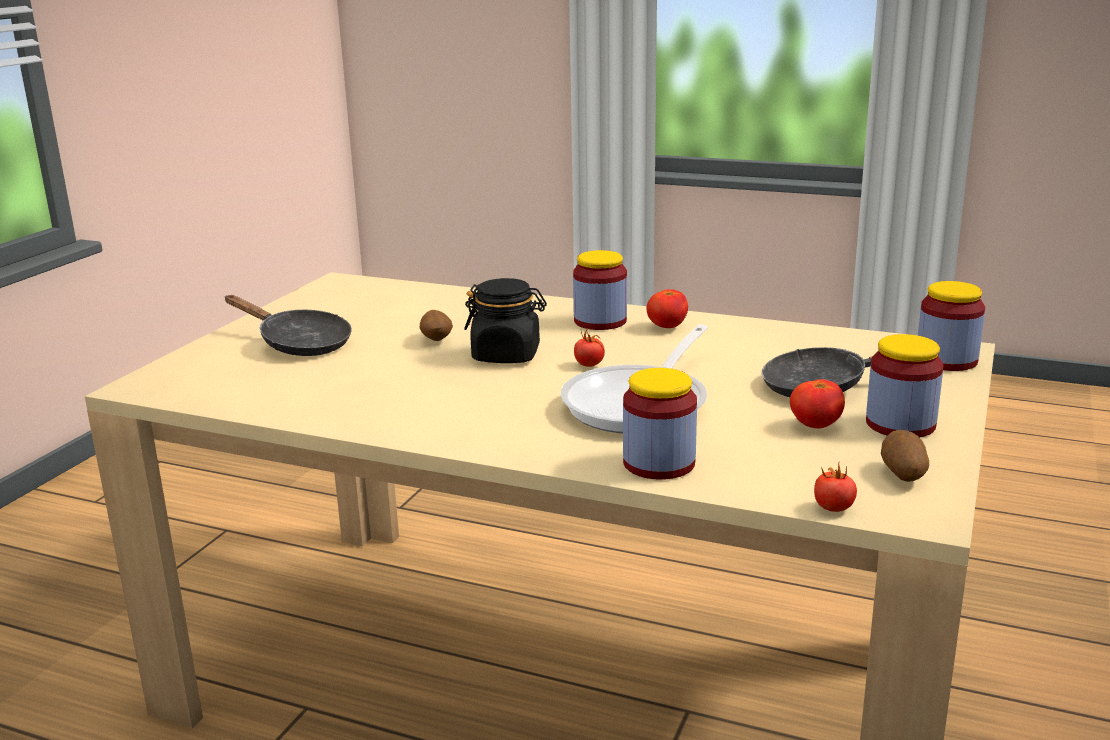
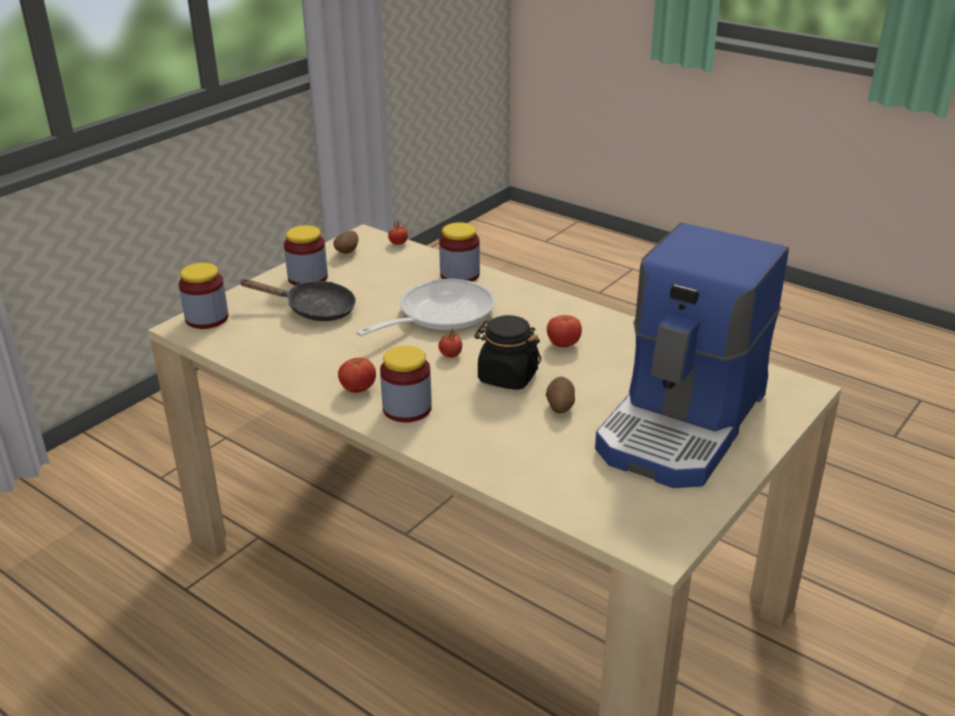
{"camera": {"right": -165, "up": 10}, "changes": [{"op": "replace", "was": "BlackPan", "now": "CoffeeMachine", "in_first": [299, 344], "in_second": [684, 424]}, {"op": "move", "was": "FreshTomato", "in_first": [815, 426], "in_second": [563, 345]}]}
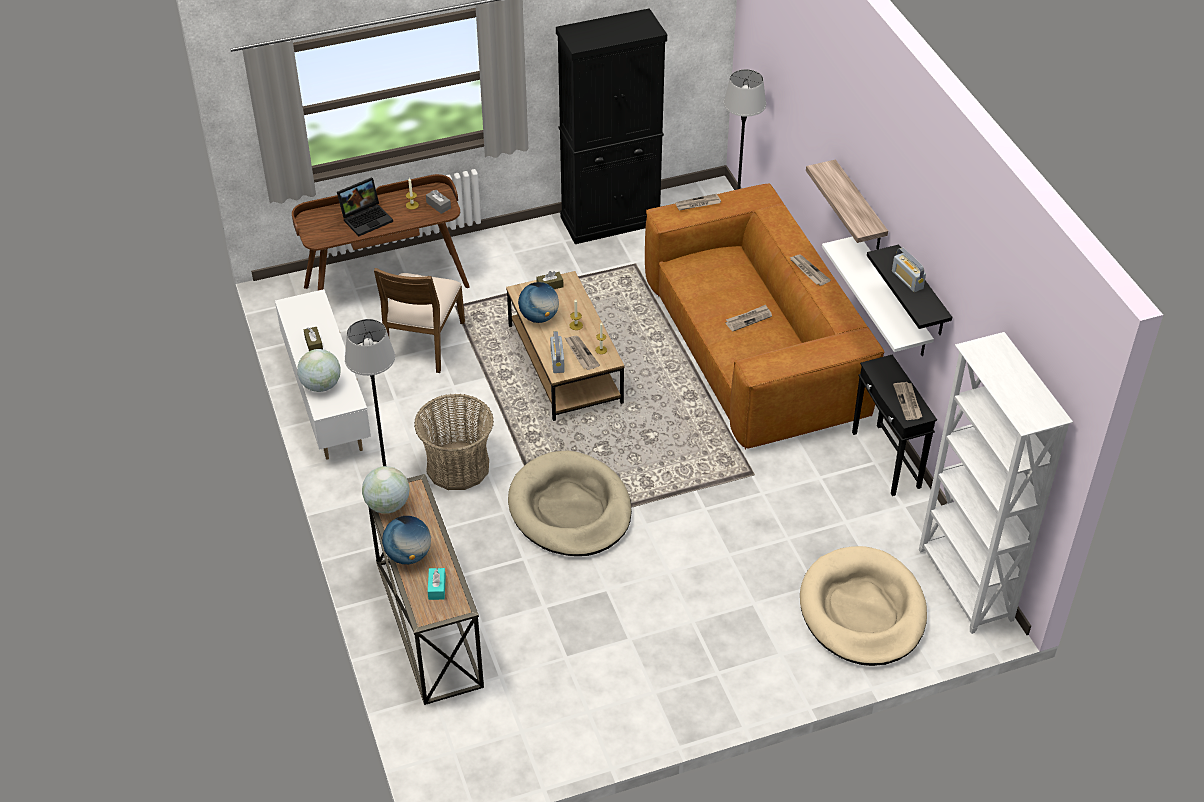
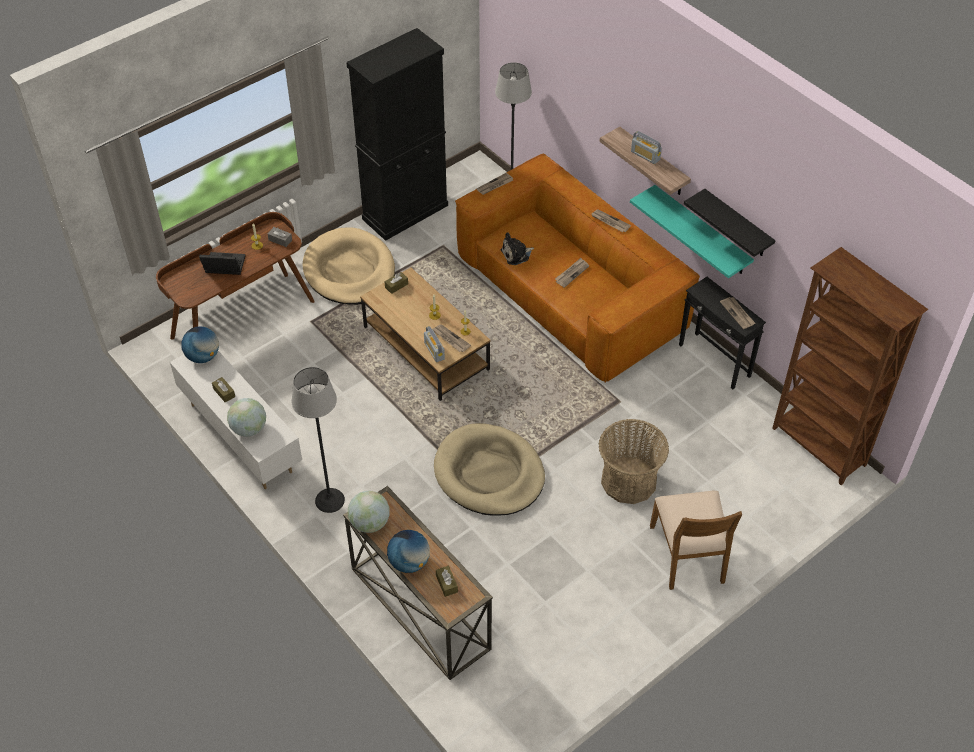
{"camera": {"right": -20, "up": 5}, "changes": [{"op": "rotate", "was": "PortableComputer", "in_first": [367, 218], "in_second": [223, 267], "clockwise": -120}, {"op": "recolor", "was": "WhiteShelf", "now": "TurquoiseShelf", "in_first": [893, 298], "in_second": [701, 231]}, {"op": "move", "was": "RadioSet", "in_first": [907, 280], "in_second": [645, 155]}, {"op": "move", "was": "BrownColouredPlainChair", "in_first": [423, 343], "in_second": [688, 554]}, {"op": "move", "was": "WorldGlobe", "in_first": [539, 317], "in_second": [203, 356]}, {"op": "recolor", "was": "WhiteBookshelf", "now": "BrownColouredBookshelf", "in_first": [964, 586], "in_second": [818, 447]}, {"op": "move", "was": "Basket", "in_first": [458, 467], "in_second": [628, 481]}, {"op": "move", "was": "SandColouredPetBed", "in_first": [862, 610], "in_second": [349, 270]}, {"op": "recolor", "was": "TurquoiseTissueHolder", "now": "BrownColouredTissueHolder", "in_first": [437, 588], "in_second": [446, 584]}, {"op": "insert", "now": "SoftToy", "in_second": [516, 254]}]}
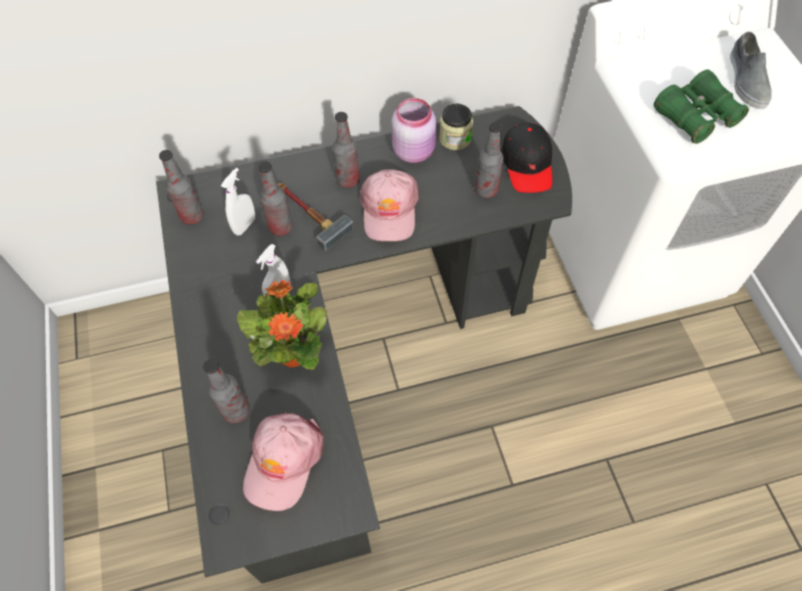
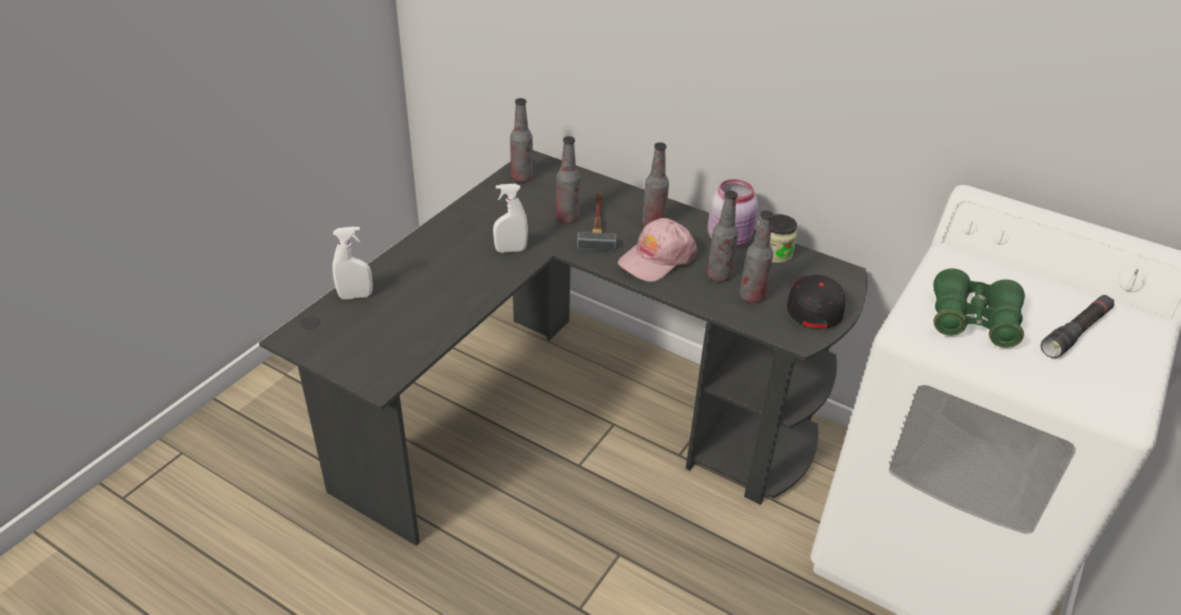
{"camera": {"right": 45, "up": -20}, "changes": [{"op": "replace", "was": "GreyishItemOfFootwear", "now": "BlackFlashlight", "in_first": [746, 80], "in_second": [1075, 332]}, {"op": "rotate", "was": "BlackBaseballCap", "in_first": [527, 164], "in_second": [814, 305], "clockwise": 150}, {"op": "move", "was": "WhiteSprayer", "in_first": [245, 225], "in_second": [355, 296]}, {"op": "delete", "was": "PlantInAPot", "in_first": [293, 352]}, {"op": "move", "was": "DrinkBottle", "in_first": [236, 411], "in_second": [719, 275]}, {"op": "delete", "was": "PinkColouredBaseballCap", "in_first": [283, 462]}]}
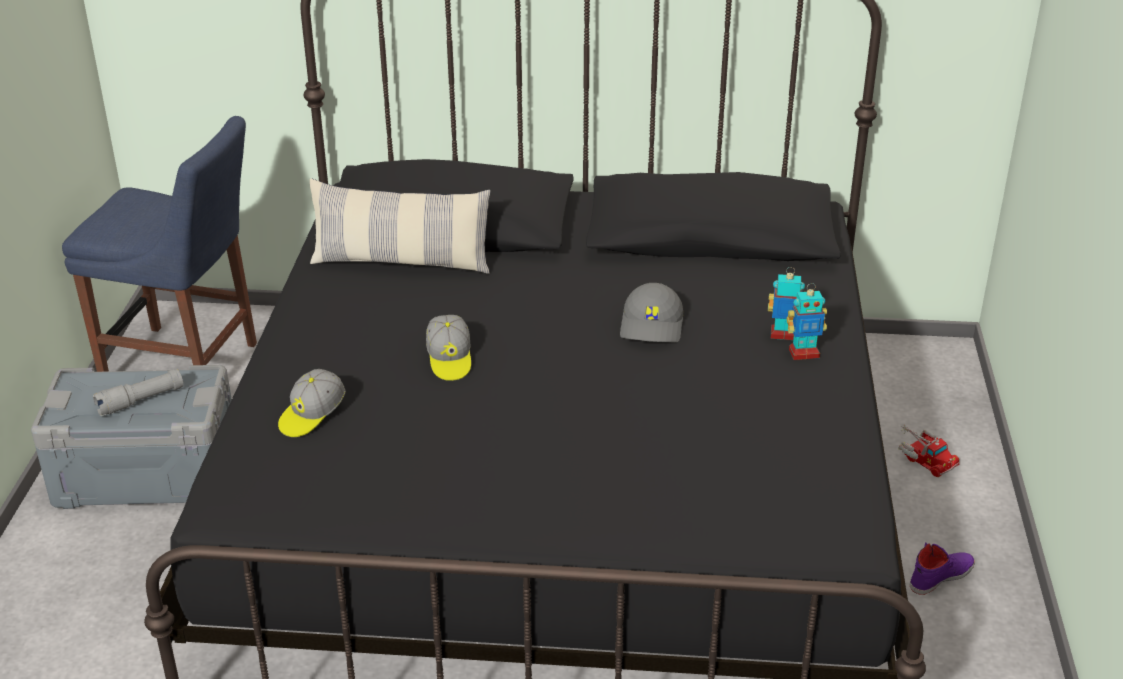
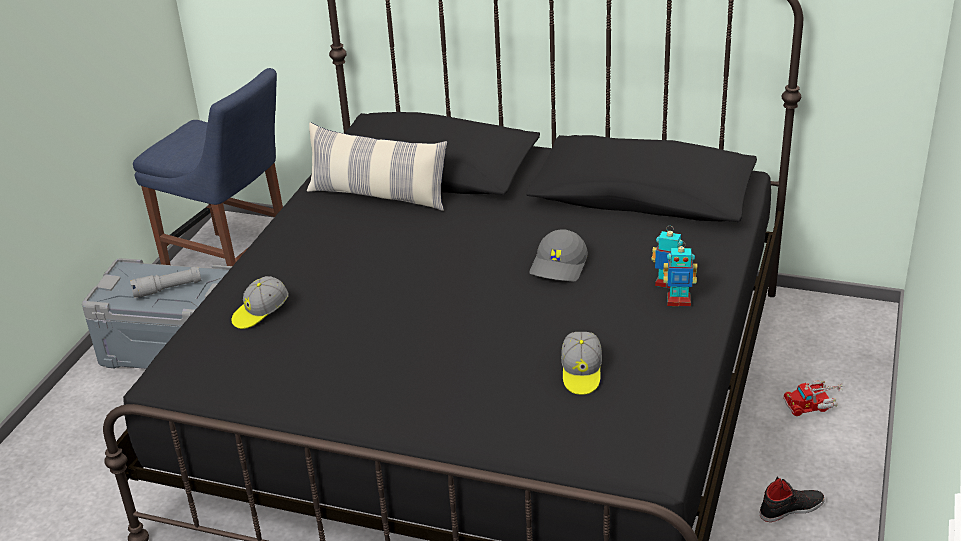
{"camera": {"right": 15, "up": 0}, "changes": [{"op": "move", "was": "BaseballCap", "in_first": [449, 359], "in_second": [581, 373]}, {"op": "rotate", "was": "ToyLorry", "in_first": [924, 457], "in_second": [814, 403], "clockwise": 105}, {"op": "recolor", "was": "PurpleItemOfFootwear", "now": "BlackItemOfFootwear", "in_first": [940, 576], "in_second": [791, 508]}]}
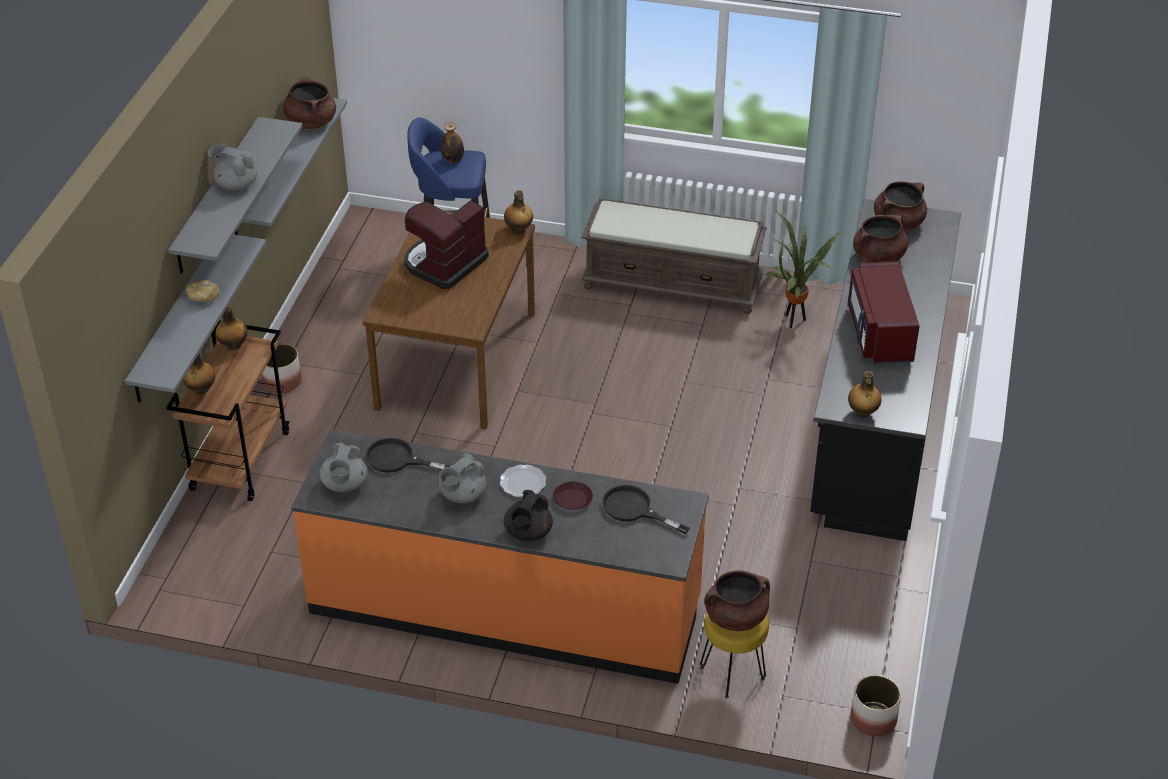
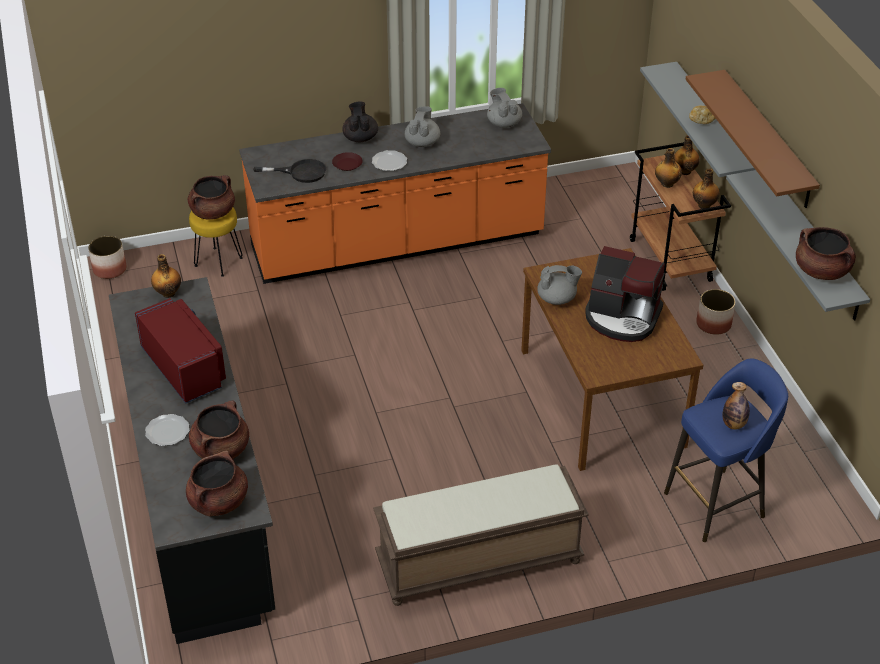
{"camera": {"right": 150, "up": 0}, "changes": [{"op": "recolor", "was": "GreyishShelf", "now": "BrownColouredShelf", "in_first": [217, 196], "in_second": [767, 139]}, {"op": "move", "was": "GreyishTeaPot", "in_first": [236, 184], "in_second": [557, 299]}, {"op": "move", "was": "DrinkBottle", "in_first": [518, 230], "in_second": [666, 184]}, {"op": "rotate", "was": "CoffeeMachine", "in_first": [444, 264], "in_second": [622, 318], "clockwise": 105}, {"op": "delete", "was": "PlantInAPot", "in_first": [793, 320]}, {"op": "delete", "was": "BlackPan", "in_first": [398, 459]}, {"op": "insert", "now": "FlatDish", "in_second": [168, 431]}]}
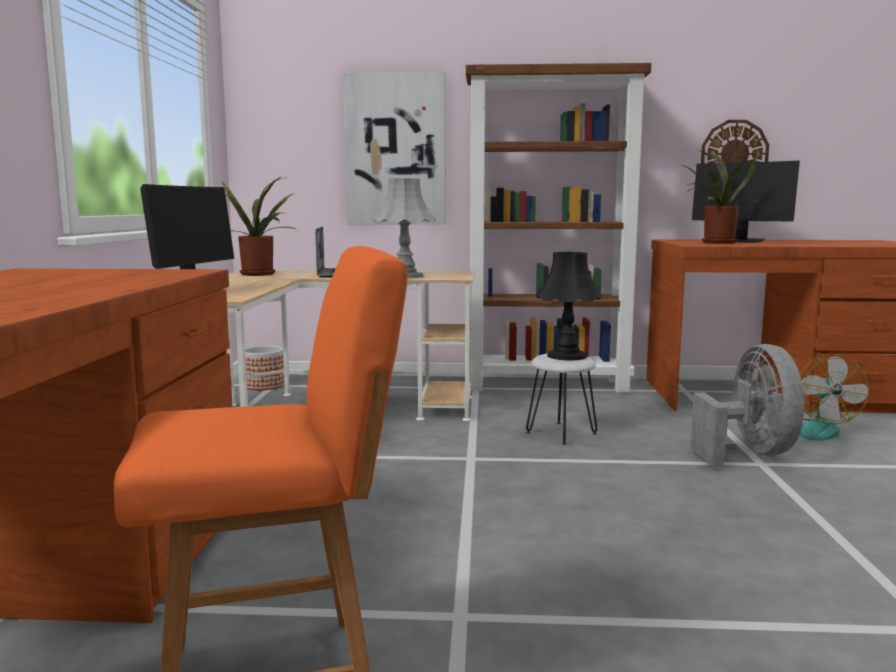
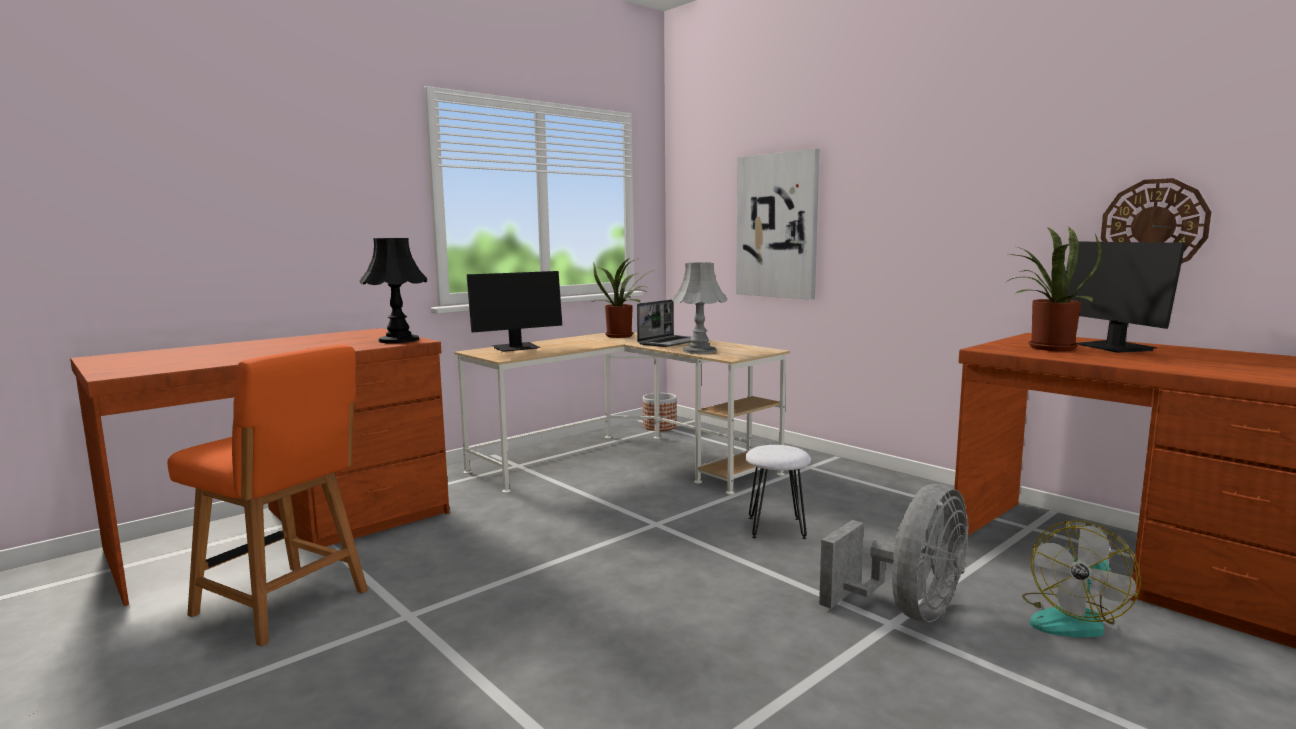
{"camera": {"right": 45, "up": 0}, "changes": [{"op": "delete", "was": "BrownColouredBookshelf", "in_first": [548, 385]}, {"op": "move", "was": "BlackTableLamp", "in_first": [567, 356], "in_second": [398, 340]}]}
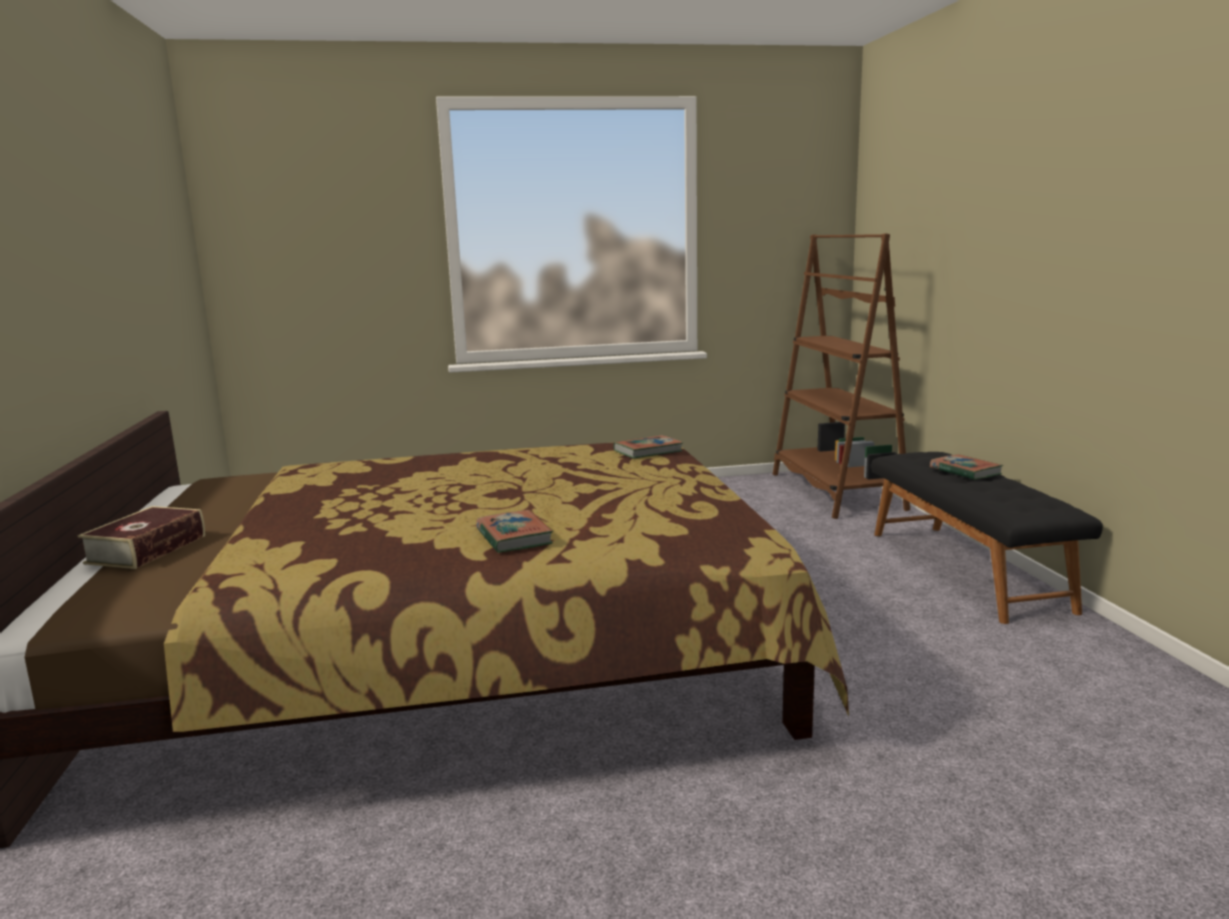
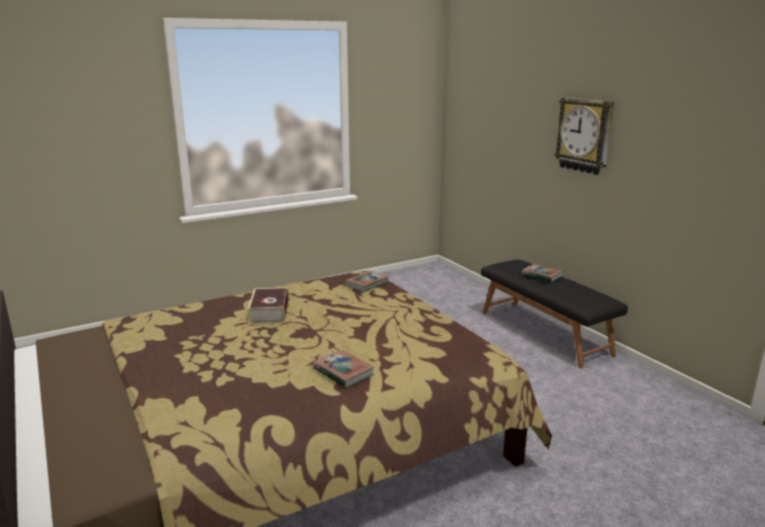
{"camera": {"right": -20, "up": 5}, "changes": [{"op": "delete", "was": "BrownColouredBookshelf", "in_first": [836, 491]}, {"op": "move", "was": "Book", "in_first": [147, 549], "in_second": [269, 312]}, {"op": "insert", "now": "ClockOnTheWall", "in_second": [584, 135]}]}
